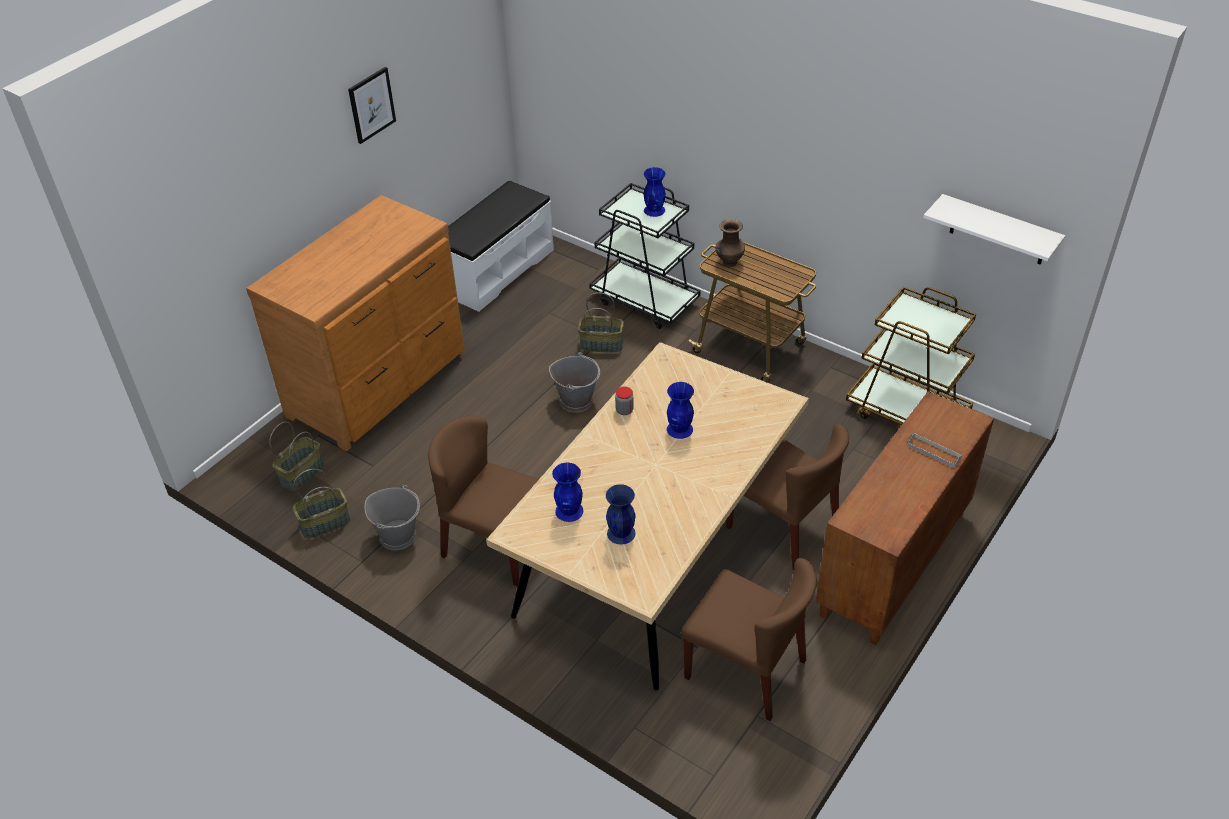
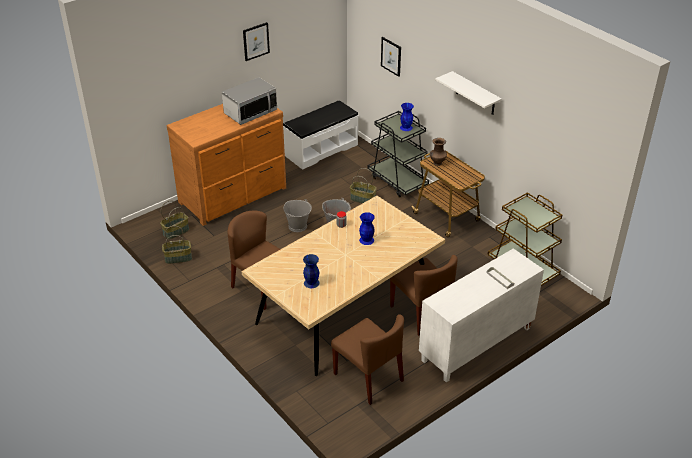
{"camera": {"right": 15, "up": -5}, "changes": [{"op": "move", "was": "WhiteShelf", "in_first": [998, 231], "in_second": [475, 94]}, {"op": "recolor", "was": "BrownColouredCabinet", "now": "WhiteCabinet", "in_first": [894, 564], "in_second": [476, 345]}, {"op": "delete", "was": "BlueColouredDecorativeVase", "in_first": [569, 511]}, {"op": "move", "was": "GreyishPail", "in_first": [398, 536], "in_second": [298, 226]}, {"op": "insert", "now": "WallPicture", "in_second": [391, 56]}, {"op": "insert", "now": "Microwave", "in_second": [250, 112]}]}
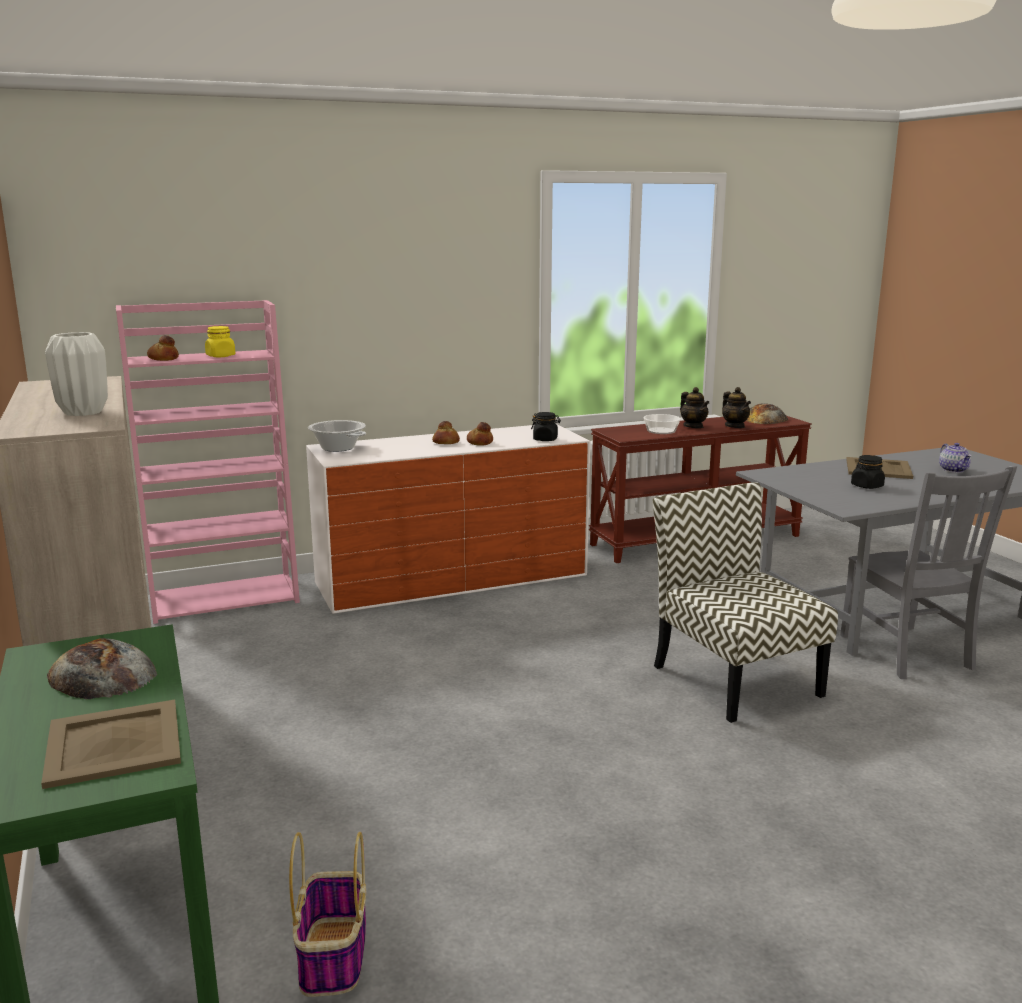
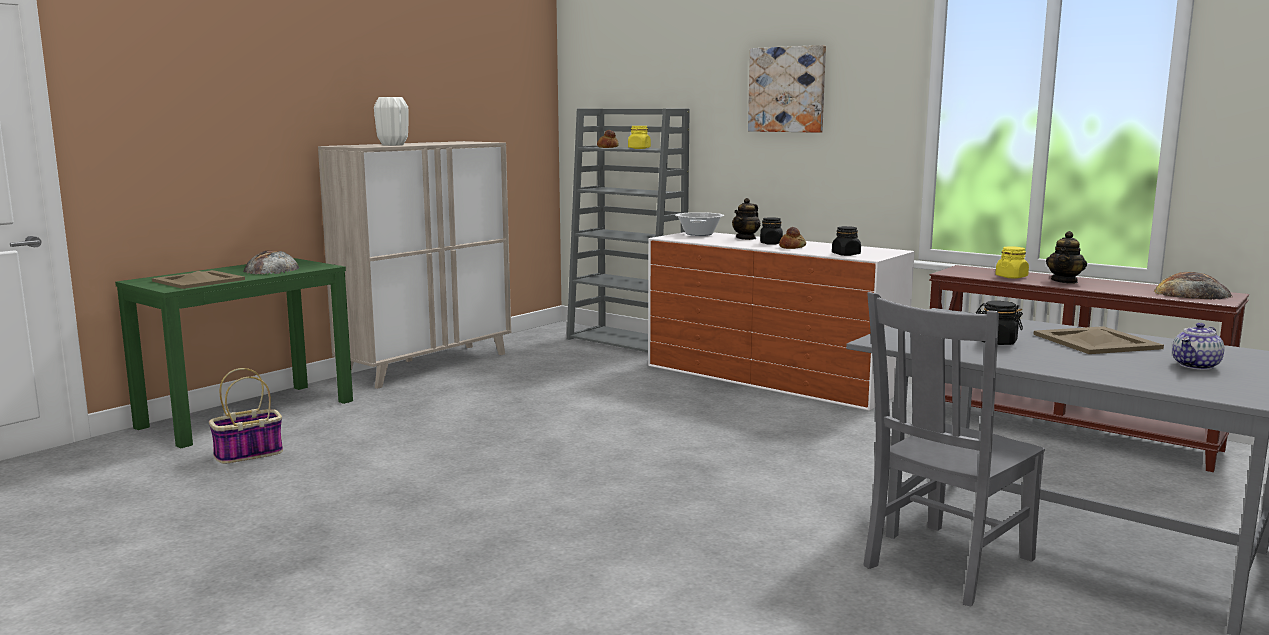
{"camera": {"right": 60, "up": -5}, "changes": [{"op": "recolor", "was": "PinkColouredBookshelf", "now": "GreyishBookshelf", "in_first": [225, 598], "in_second": [627, 341]}, {"op": "move", "was": "TeaPot", "in_first": [735, 426], "in_second": [746, 238]}, {"op": "replace", "was": "Bowl", "now": "YellowColouredJar", "in_first": [661, 431], "in_second": [1011, 277]}, {"op": "replace", "was": "Bread", "now": "BlackJar", "in_first": [446, 443], "in_second": [771, 243]}, {"op": "delete", "was": "PlainChair", "in_first": [734, 679]}, {"op": "insert", "now": "WallPicture", "in_second": [787, 89]}]}
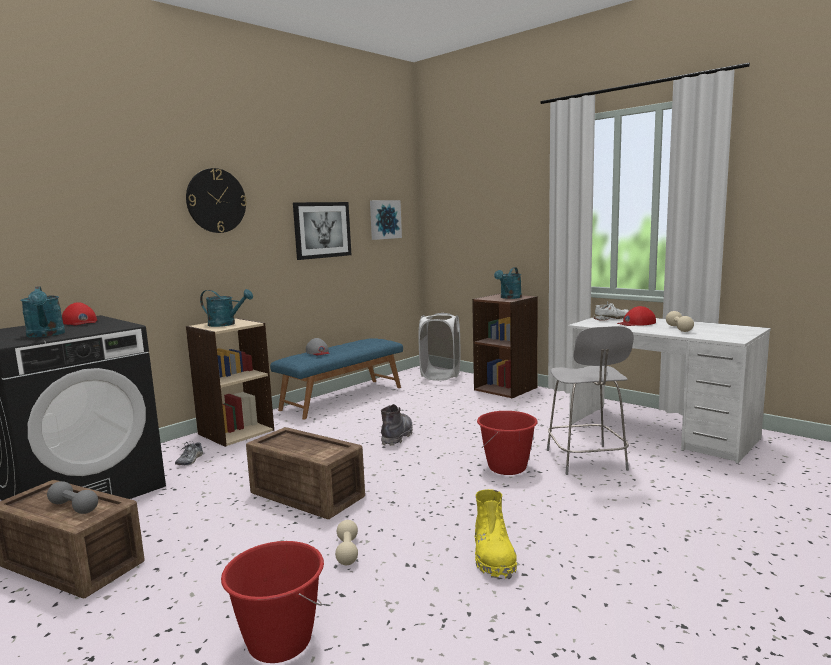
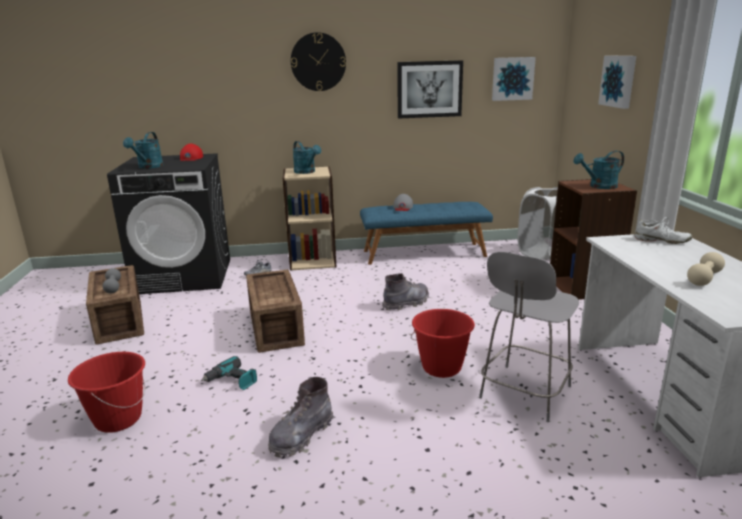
{"camera": {"right": 40, "up": 10}, "changes": [{"op": "delete", "was": "ReddishBaseballCap", "in_first": [636, 323]}, {"op": "recolor", "was": "YellowColouredBoot", "now": "GreyishBoot", "in_first": [493, 556], "in_second": [301, 435]}, {"op": "replace", "was": "SandColouredDumbbell", "now": "Drill", "in_first": [347, 551], "in_second": [232, 381]}, {"op": "insert", "now": "WallPicture", "in_second": [619, 81]}]}
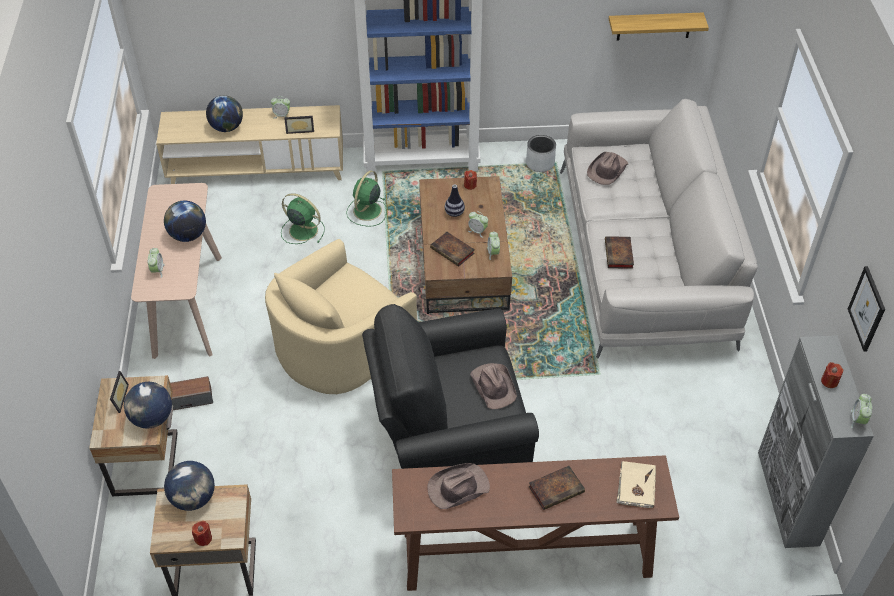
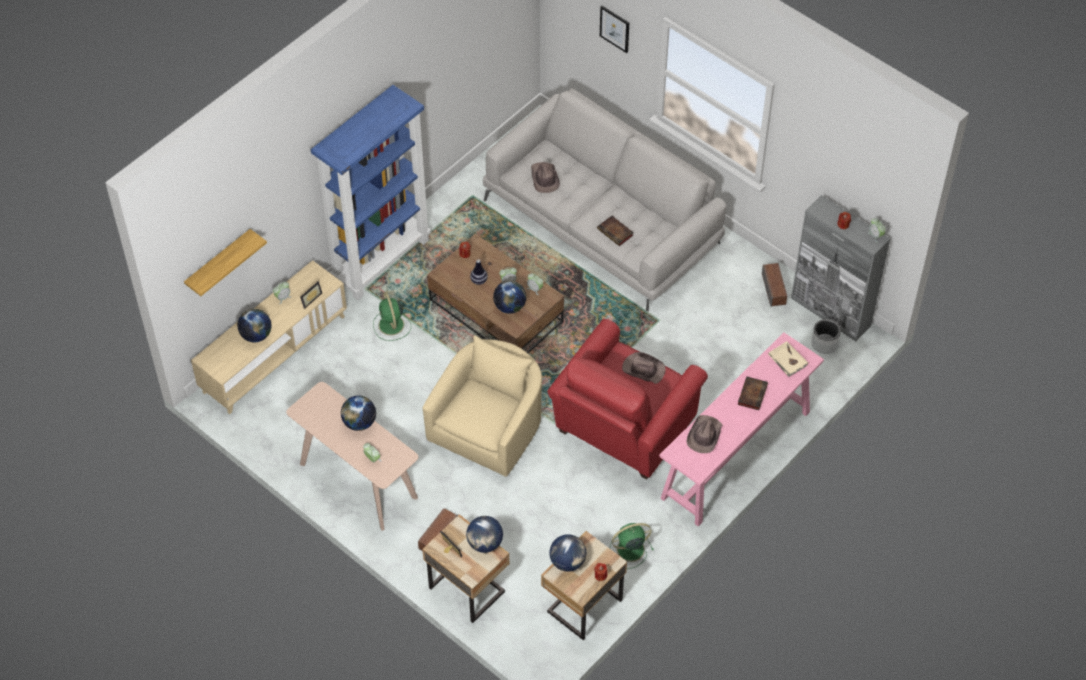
{"camera": {"right": -45, "up": 5}, "changes": [{"op": "move", "was": "Shelf", "in_first": [654, 26], "in_second": [219, 263]}, {"op": "move", "was": "GreyishPlantPot", "in_first": [540, 163], "in_second": [824, 344]}, {"op": "move", "was": "GreenColouredFan", "in_first": [302, 230], "in_second": [629, 550]}, {"op": "replace", "was": "Book", "now": "WorldGlobe", "in_first": [453, 251], "in_second": [510, 307]}, {"op": "rotate", "was": "SandColouredArmchair", "in_first": [339, 346], "in_second": [489, 427], "clockwise": -150}, {"op": "move", "was": "WallPicture", "in_first": [867, 309], "in_second": [615, 28]}, {"op": "recolor", "was": "BlackArmchair", "now": "ReddishArmchair", "in_first": [447, 440], "in_second": [622, 429]}, {"op": "recolor", "was": "BrownColouredHallTable", "now": "PinkColouredHallTable", "in_first": [525, 554], "in_second": [735, 455]}, {"op": "insert", "now": "AudioSpeaker", "in_second": [774, 289]}]}
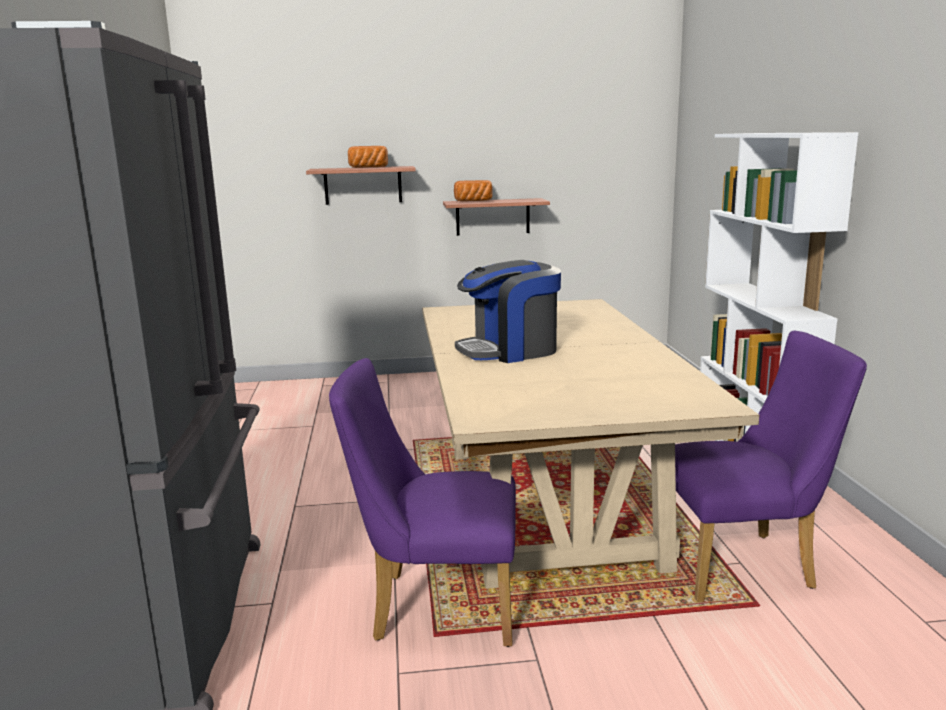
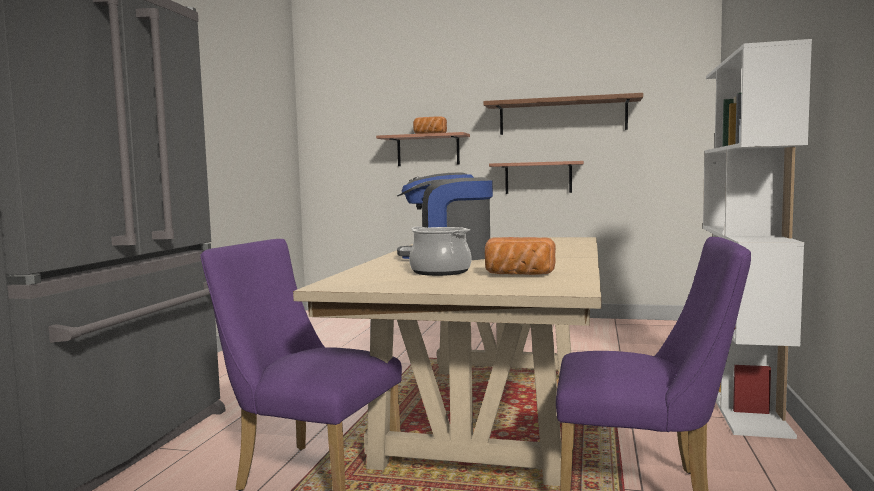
{"camera": {"right": 20, "up": -10}, "changes": [{"op": "move", "was": "Bread", "in_first": [474, 201], "in_second": [518, 275]}, {"op": "insert", "now": "BrownColouredShelf", "in_second": [562, 116]}, {"op": "insert", "now": "CookingPot", "in_second": [441, 272]}]}
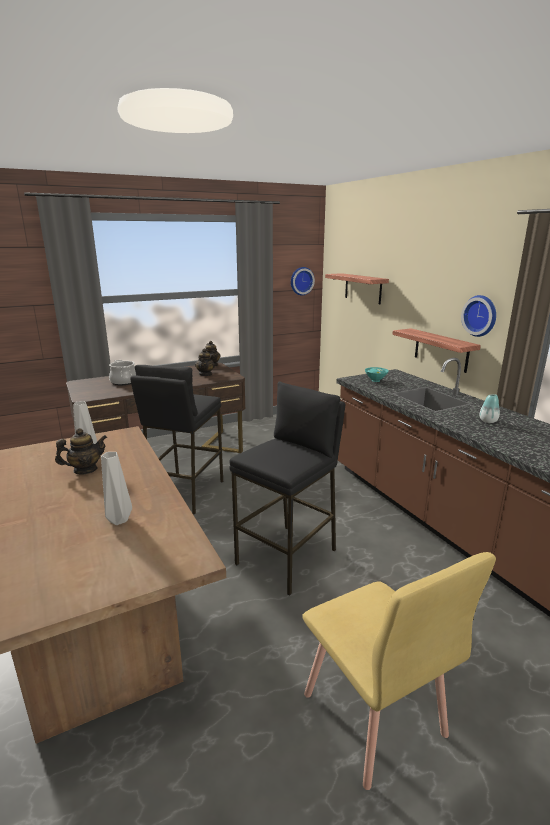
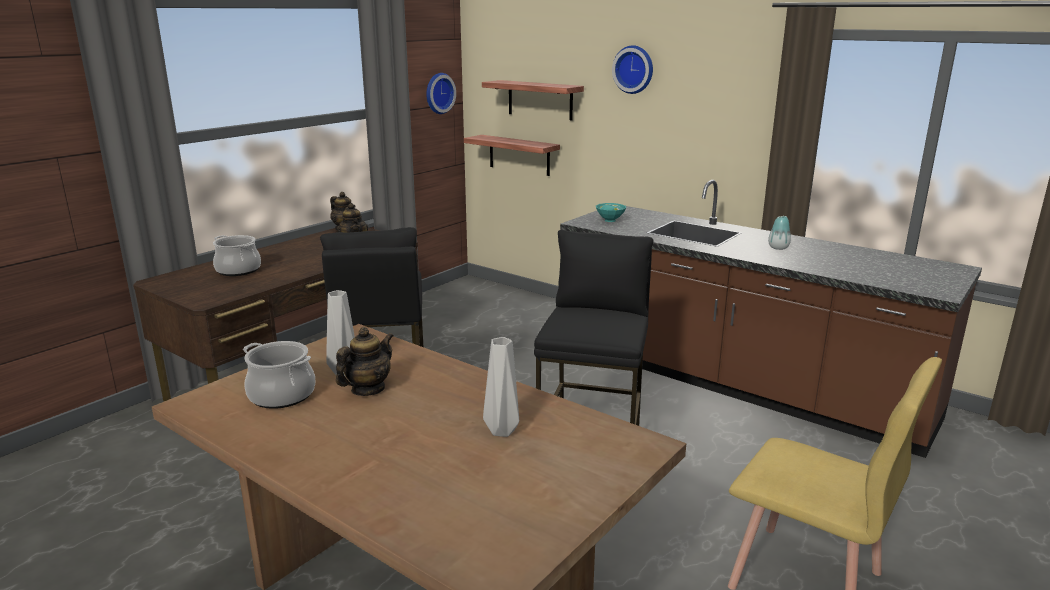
{"camera": {"right": -25, "up": 0}, "changes": [{"op": "move", "was": "ClockOnTheWall", "in_first": [481, 315], "in_second": [634, 69]}, {"op": "move", "was": "Shelf", "in_first": [441, 350], "in_second": [519, 155]}, {"op": "insert", "now": "CookingPot", "in_second": [281, 395]}]}
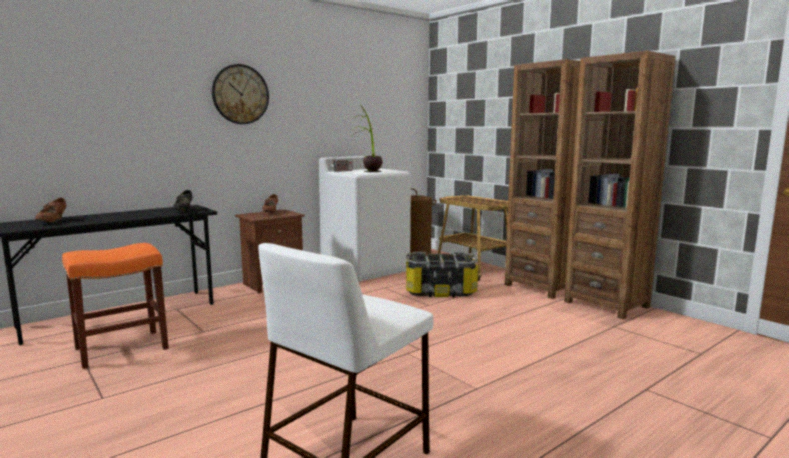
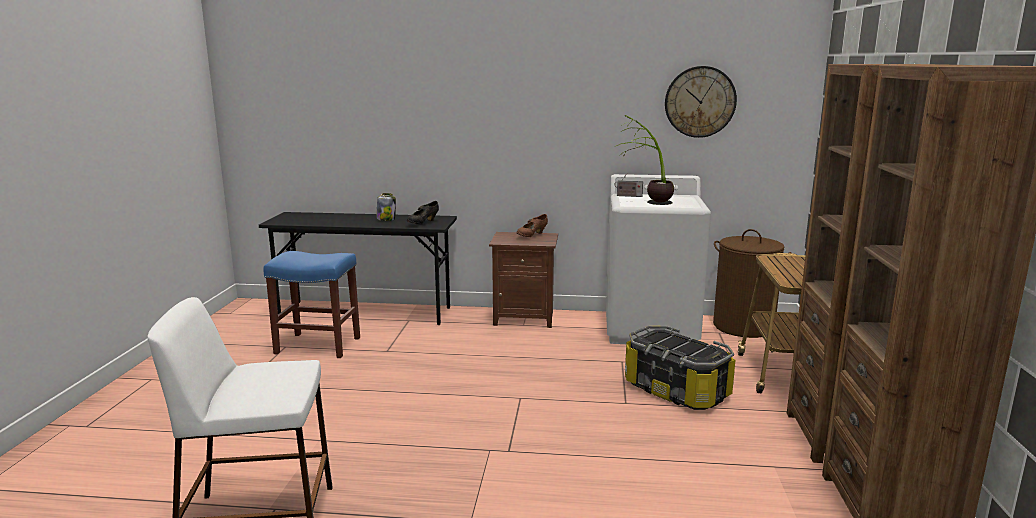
{"camera": {"right": 45, "up": 5}, "changes": [{"op": "move", "was": "ClockOnTheWall", "in_first": [240, 94], "in_second": [700, 102]}, {"op": "delete", "was": "BrownColouredItemOfFootwear", "in_first": [52, 221]}, {"op": "recolor", "was": "OrangeColouredStool", "now": "BlueColouredStool", "in_first": [120, 349], "in_second": [316, 346]}, {"op": "insert", "now": "Jar", "in_second": [386, 219]}]}
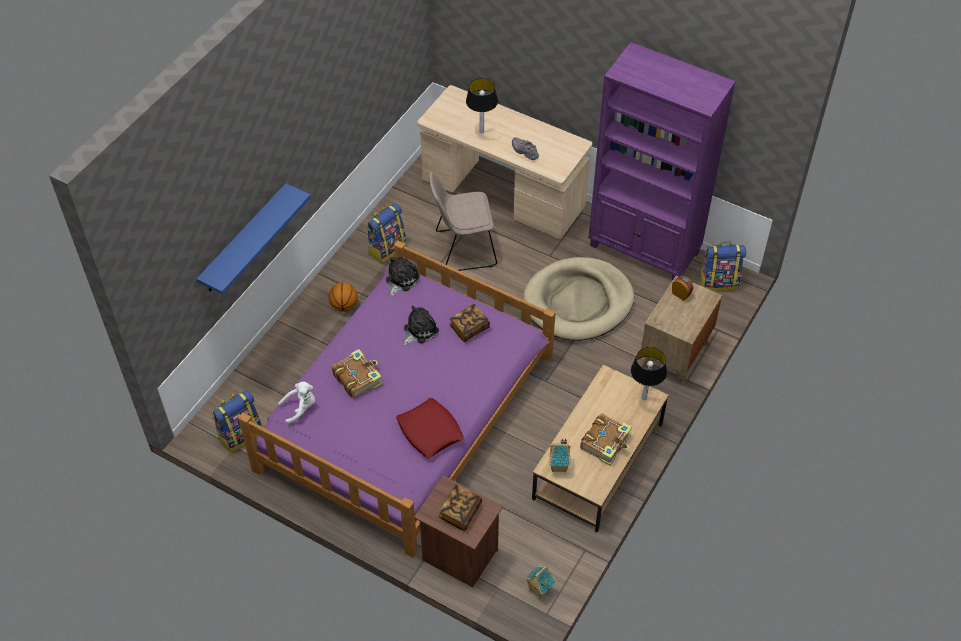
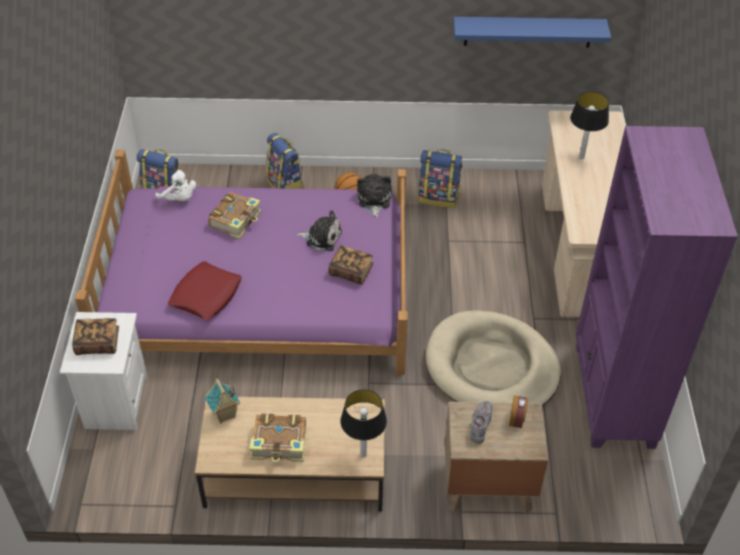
{"camera": {"right": 60, "up": -5}, "changes": [{"op": "move", "was": "GreyishItemOfFootwear", "in_first": [524, 152], "in_second": [480, 425]}, {"op": "delete", "was": "SandColouredPlainChair", "in_first": [463, 249]}, {"op": "move", "was": "BlueColouredShelf", "in_first": [244, 240], "in_second": [528, 32]}, {"op": "move", "was": "Backpack", "in_first": [719, 282], "in_second": [286, 187]}, {"op": "rotate", "was": "SoftToy", "in_first": [400, 280], "in_second": [373, 200], "clockwise": -90}, {"op": "recolor", "was": "BrownColouredNightTable", "now": "WhiteNightTable", "in_first": [459, 556], "in_second": [115, 403]}, {"op": "delete", "was": "ModelHouse", "in_first": [539, 590]}]}
